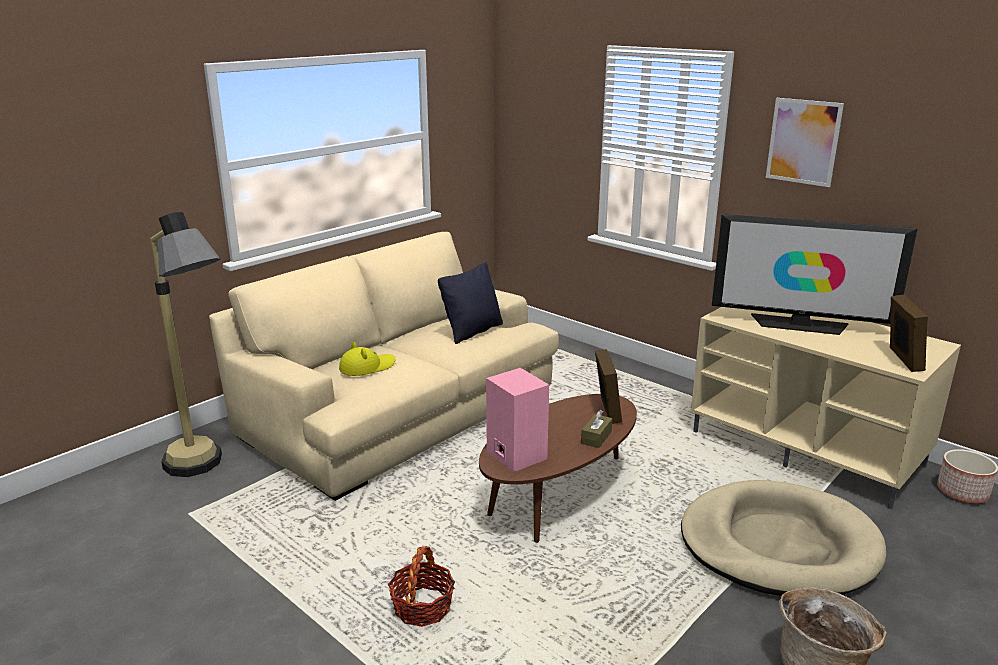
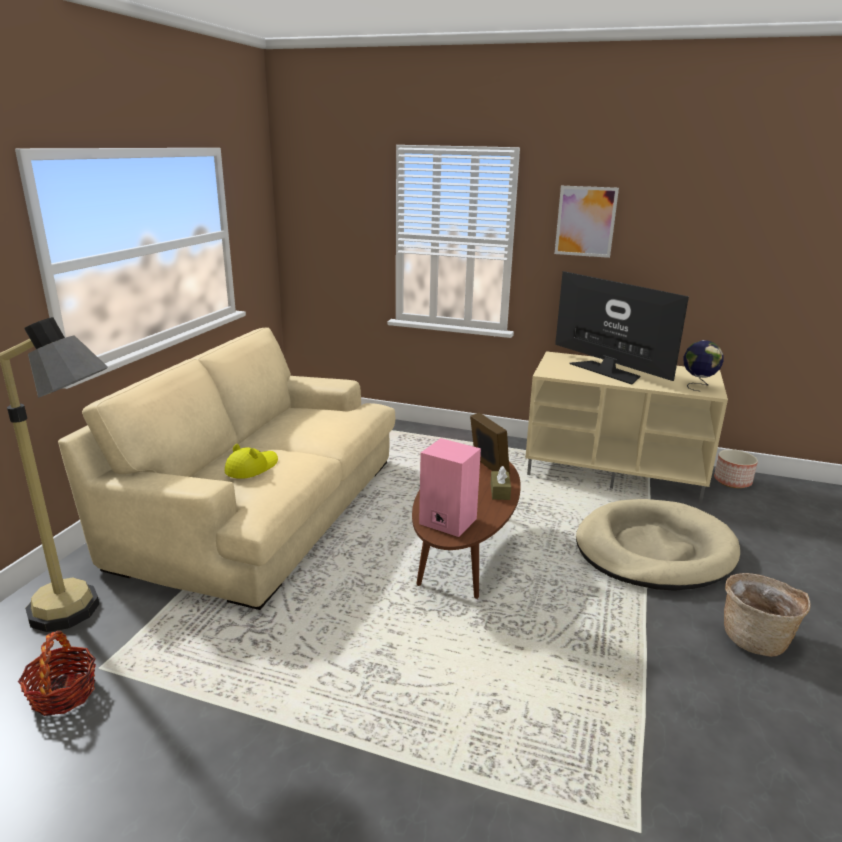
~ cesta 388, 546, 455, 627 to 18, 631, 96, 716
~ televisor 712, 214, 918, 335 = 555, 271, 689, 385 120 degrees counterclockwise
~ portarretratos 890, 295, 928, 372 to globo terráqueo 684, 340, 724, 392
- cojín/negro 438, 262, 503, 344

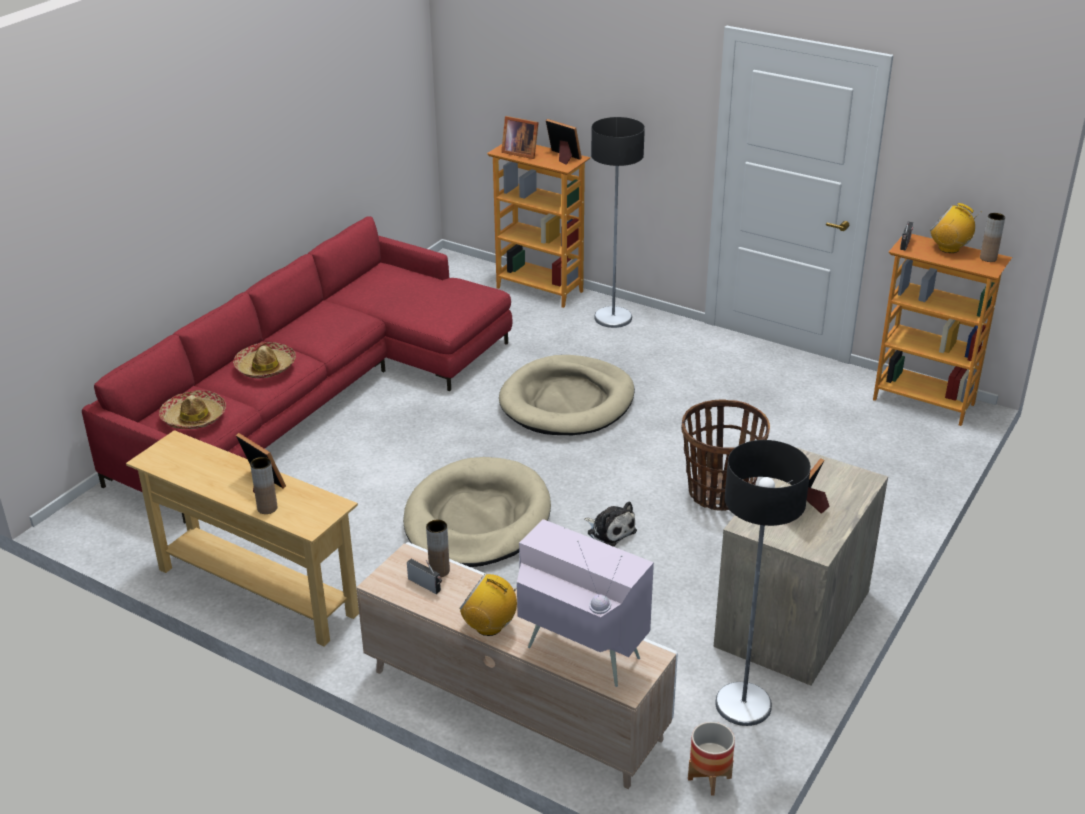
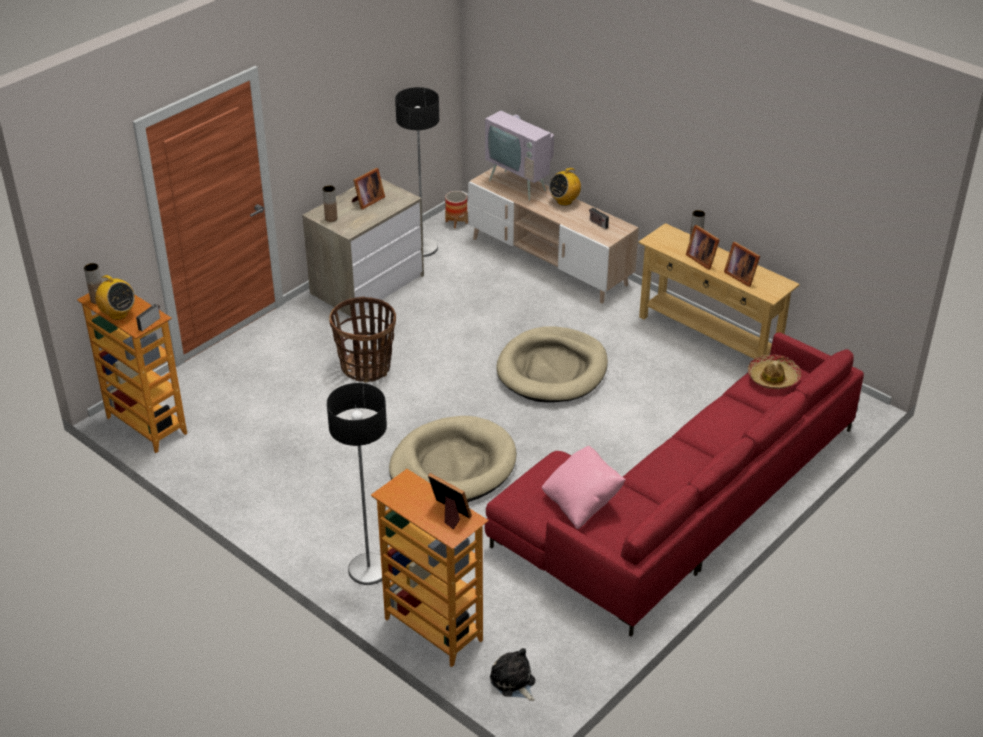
~ florero/marrón 426, 520, 450, 577 to 322, 185, 337, 222
~ peluche 584, 501, 637, 547 to 490, 648, 535, 701
+ cojín/rosa 542, 446, 626, 529
~ radio 459, 574, 517, 636 = 549, 168, 581, 206 105 degrees clockwise
~ portarretratos 546, 119, 582, 165 to 724, 242, 760, 287
- sombrero 233, 342, 296, 378

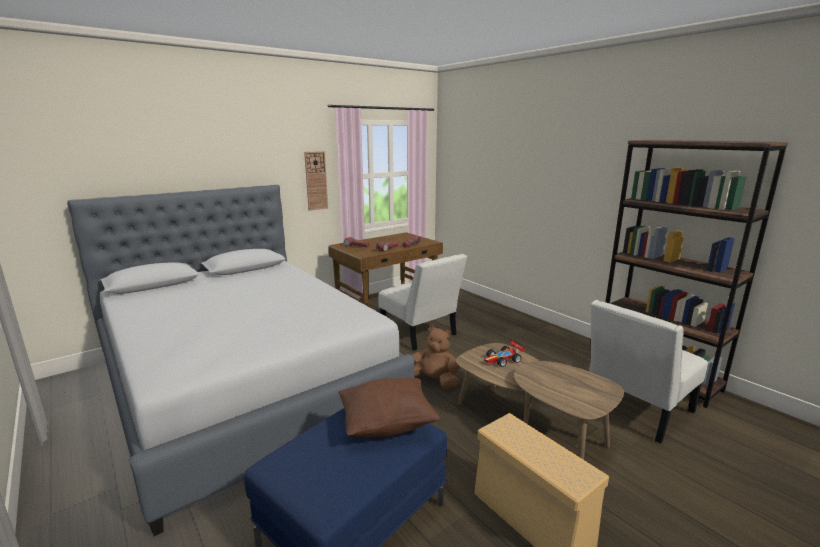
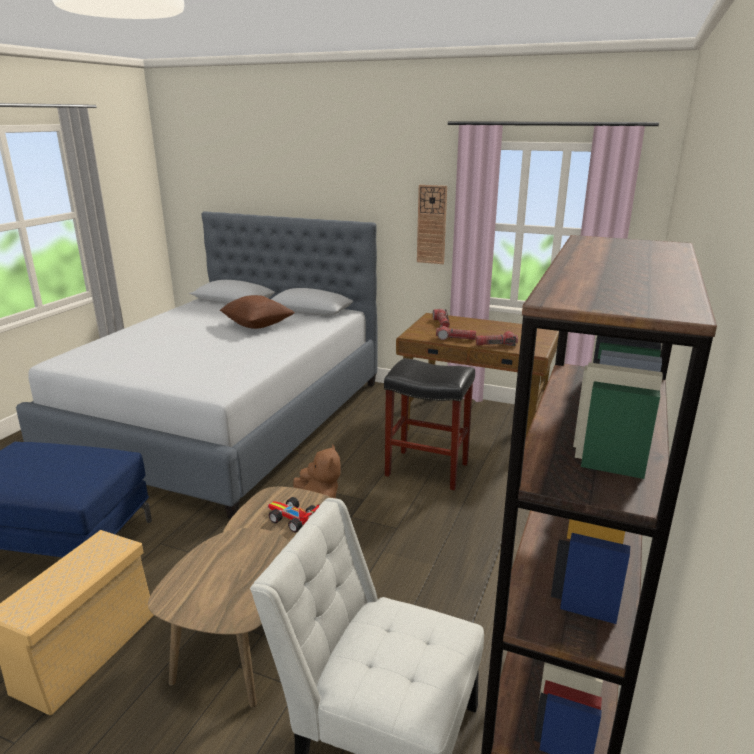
~ cojín/marrón 338, 377, 440, 437 to 220, 295, 295, 329
~ silla/blanco 379, 254, 467, 351 to taburete/negro 384, 358, 475, 490

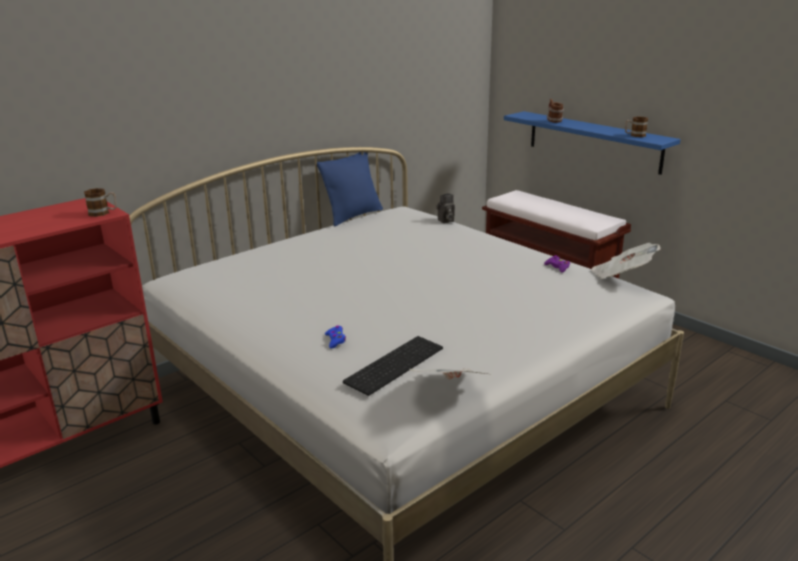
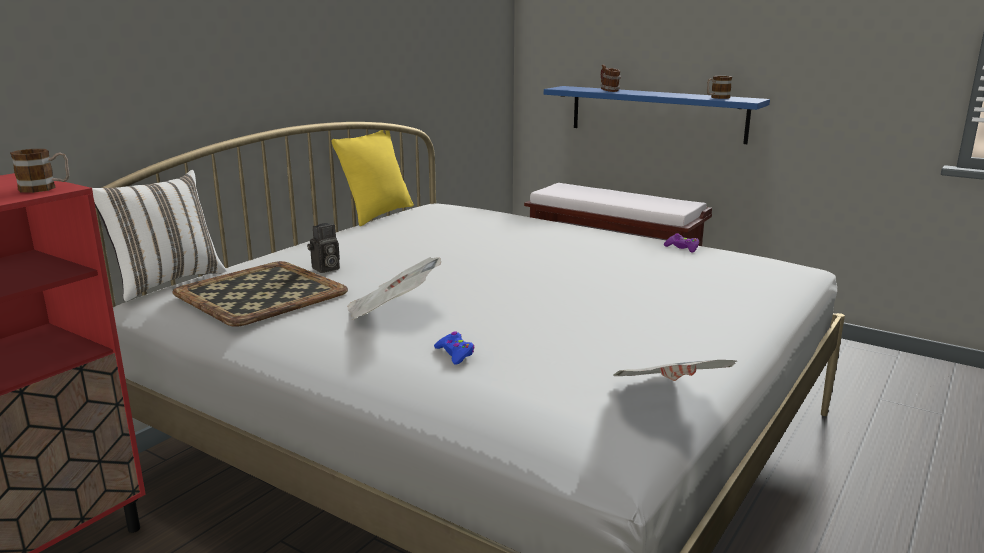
+ cojín/blanco 92, 170, 227, 302
+ bandeja 172, 261, 348, 327
~ cámara 436, 194, 455, 223 to 307, 223, 340, 273
~ cojín/azul 317, 152, 383, 226 to cojín/amarillo 331, 130, 414, 226
~ periódico 591, 243, 661, 279 to 347, 257, 441, 320
- teclado 343, 336, 443, 396

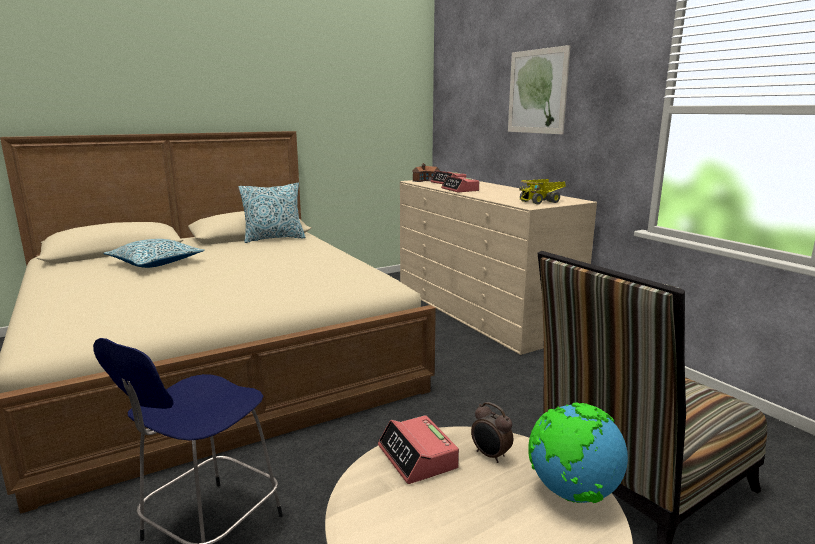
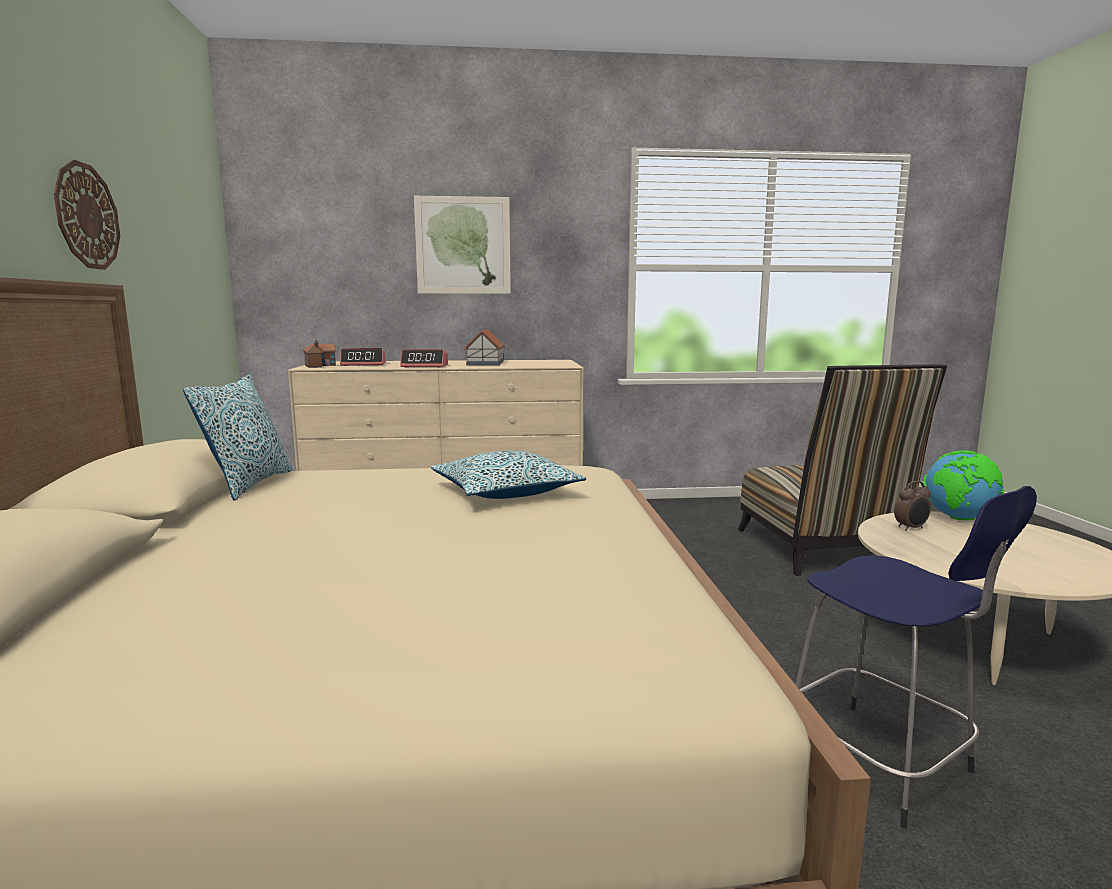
+ reloj de pared 54, 160, 120, 270
~ cojín 104, 239, 204, 268 to 431, 451, 586, 499
+ casita 464, 329, 505, 365
- despertador 378, 415, 459, 484
- camión de juguete 519, 179, 566, 205

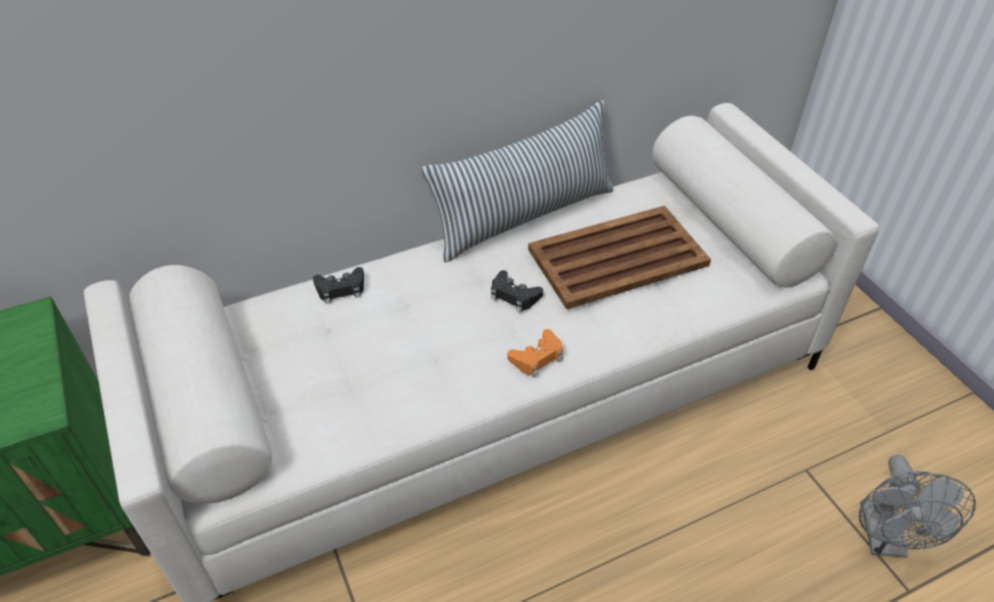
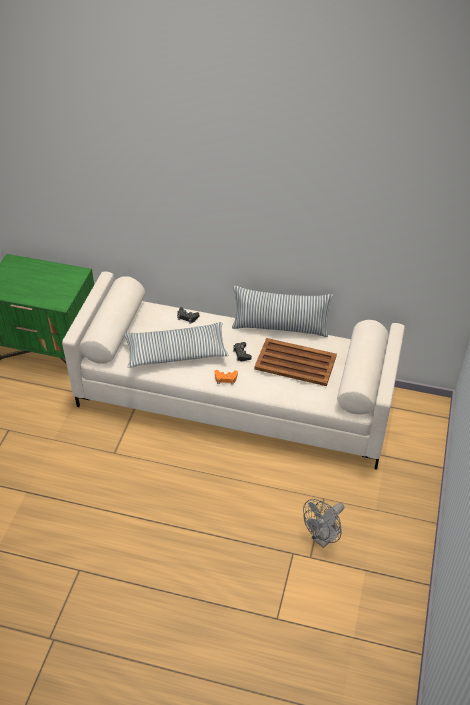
+ cojín 124, 322, 229, 368

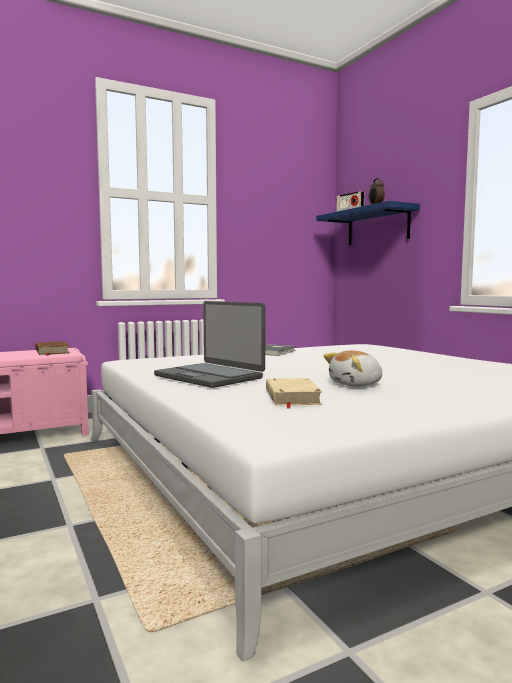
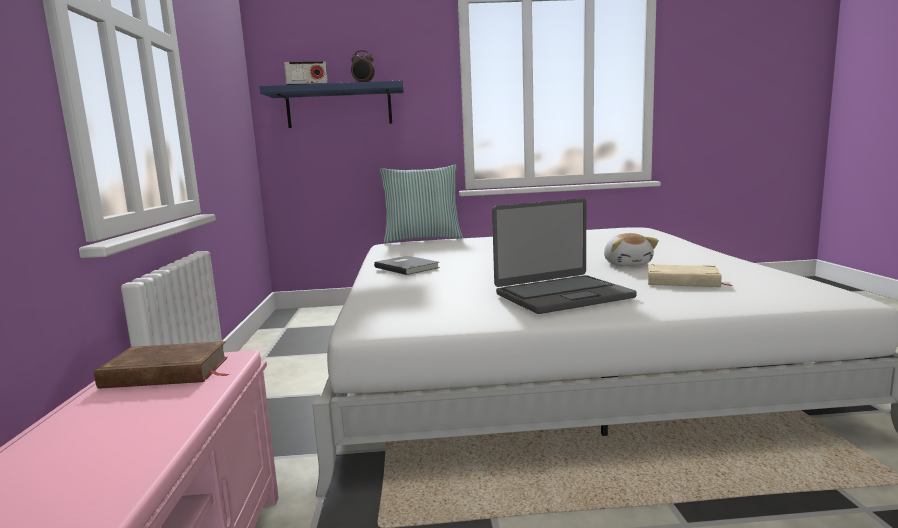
+ cojín 380, 165, 463, 243

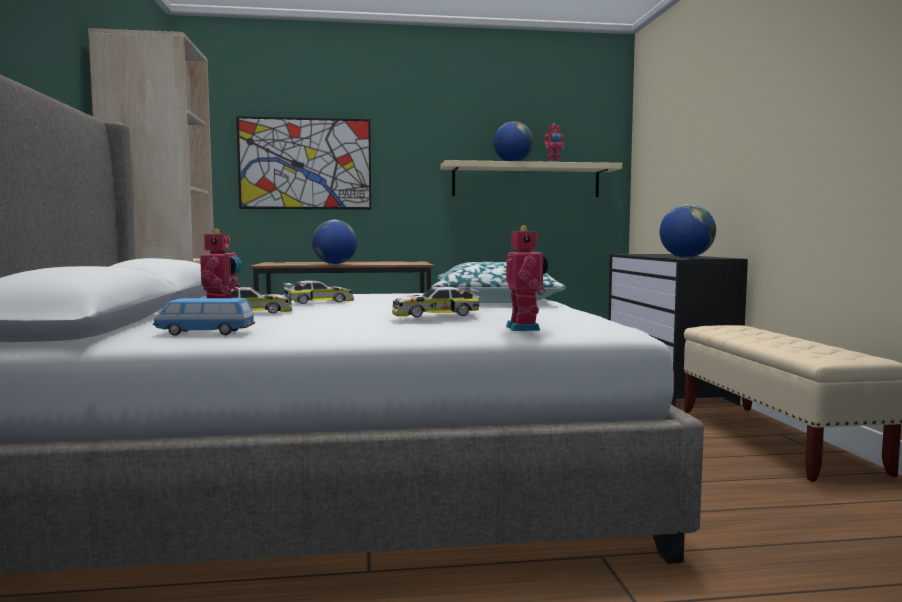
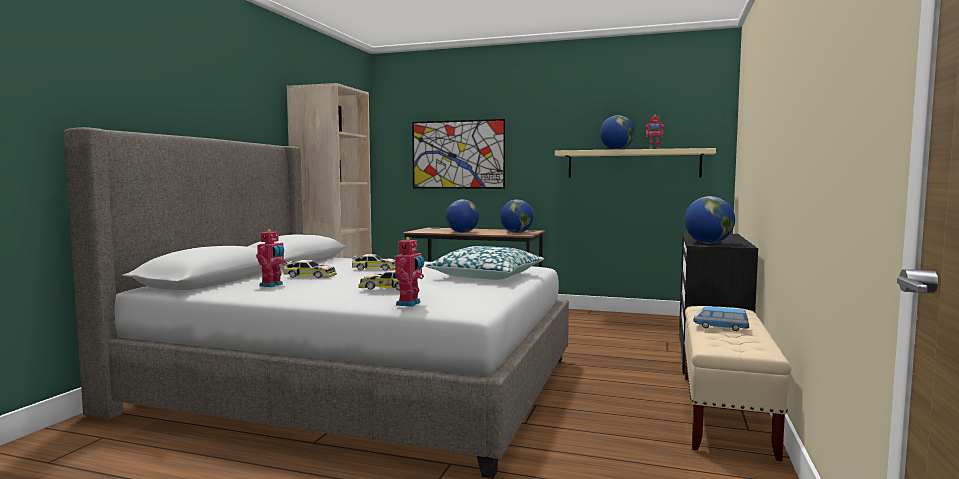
+ globo terráqueo 500, 199, 534, 233
~ coche de juguete 153, 298, 255, 336 to 693, 306, 749, 331

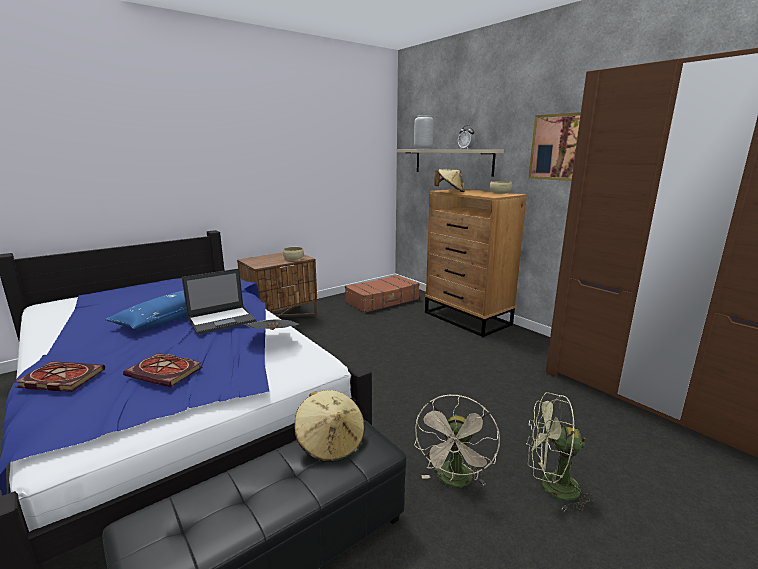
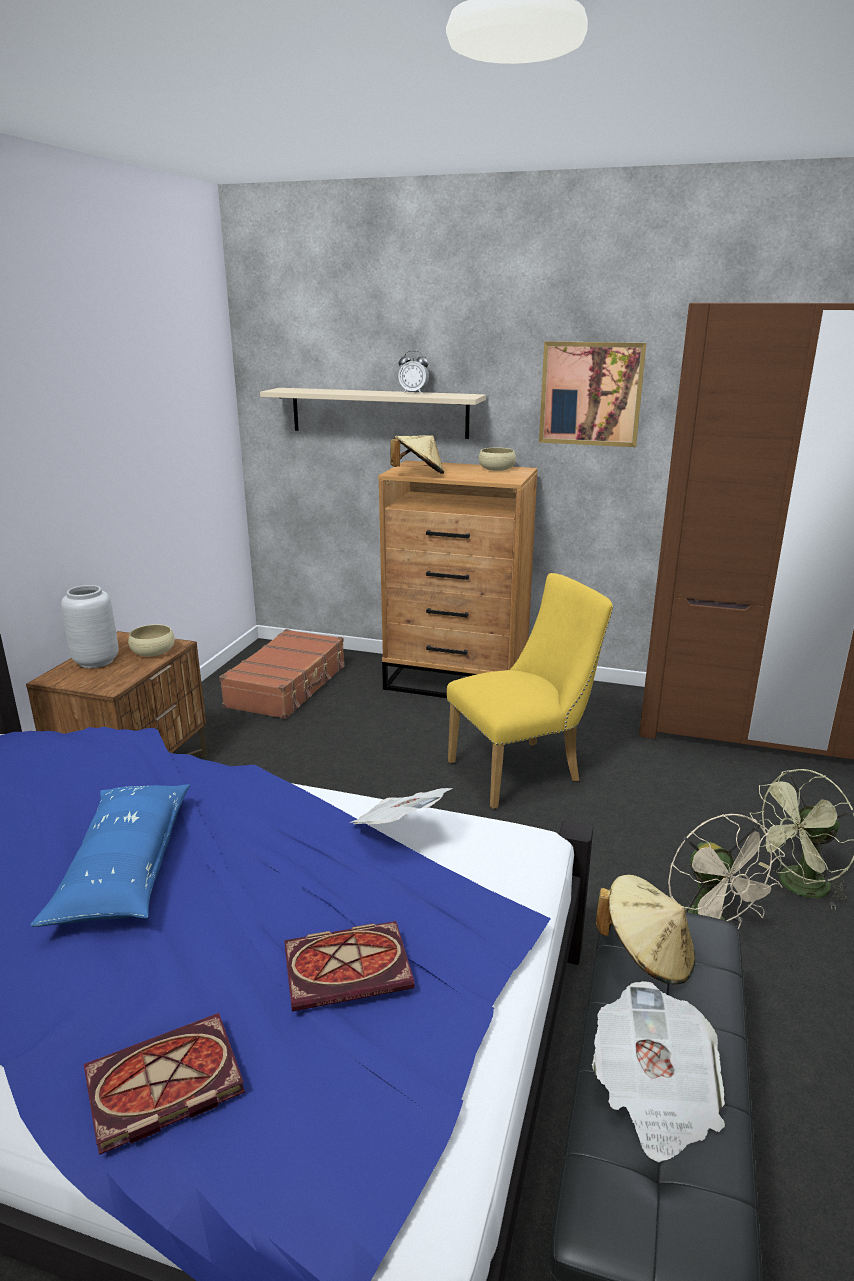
~ florero/gris 414, 115, 434, 149 to 61, 585, 118, 668
+ silla/amarillo 447, 573, 613, 809
+ periódico 592, 981, 725, 1162
- portátil 182, 268, 256, 335

